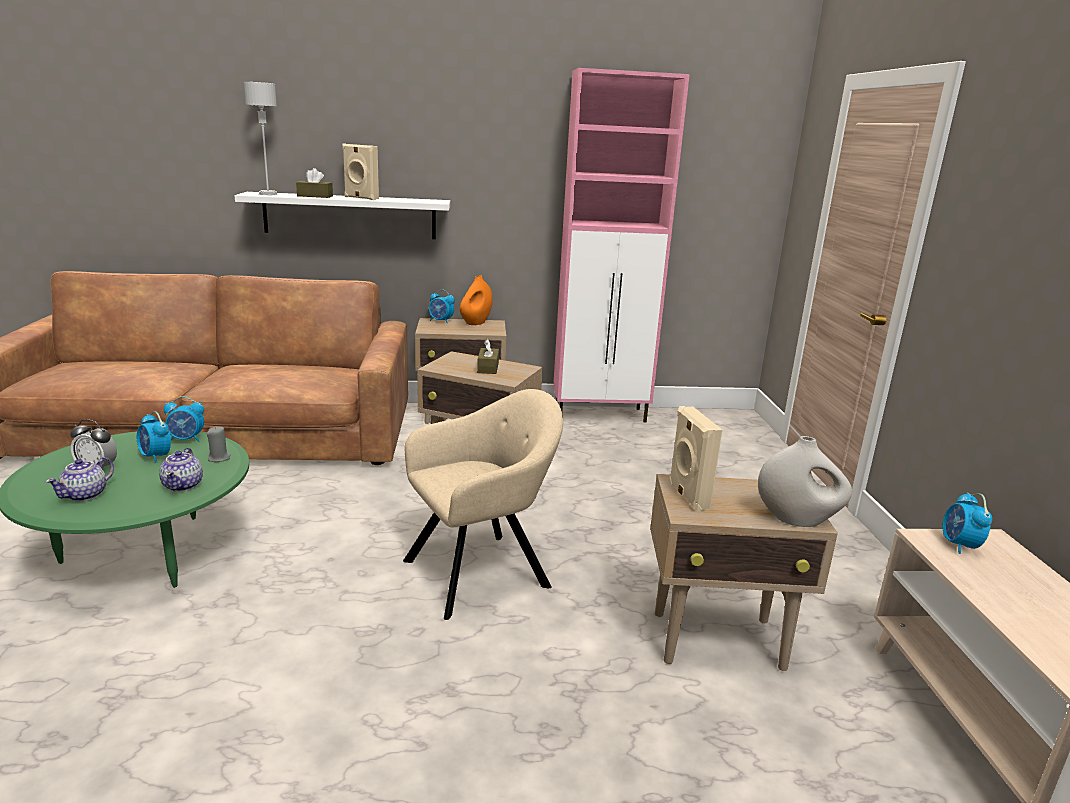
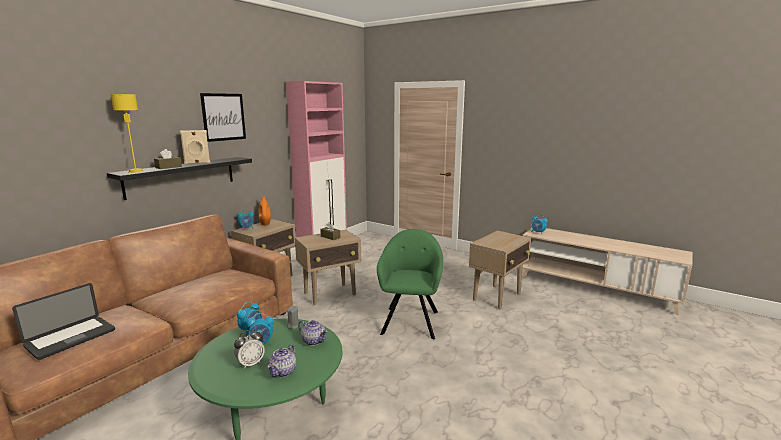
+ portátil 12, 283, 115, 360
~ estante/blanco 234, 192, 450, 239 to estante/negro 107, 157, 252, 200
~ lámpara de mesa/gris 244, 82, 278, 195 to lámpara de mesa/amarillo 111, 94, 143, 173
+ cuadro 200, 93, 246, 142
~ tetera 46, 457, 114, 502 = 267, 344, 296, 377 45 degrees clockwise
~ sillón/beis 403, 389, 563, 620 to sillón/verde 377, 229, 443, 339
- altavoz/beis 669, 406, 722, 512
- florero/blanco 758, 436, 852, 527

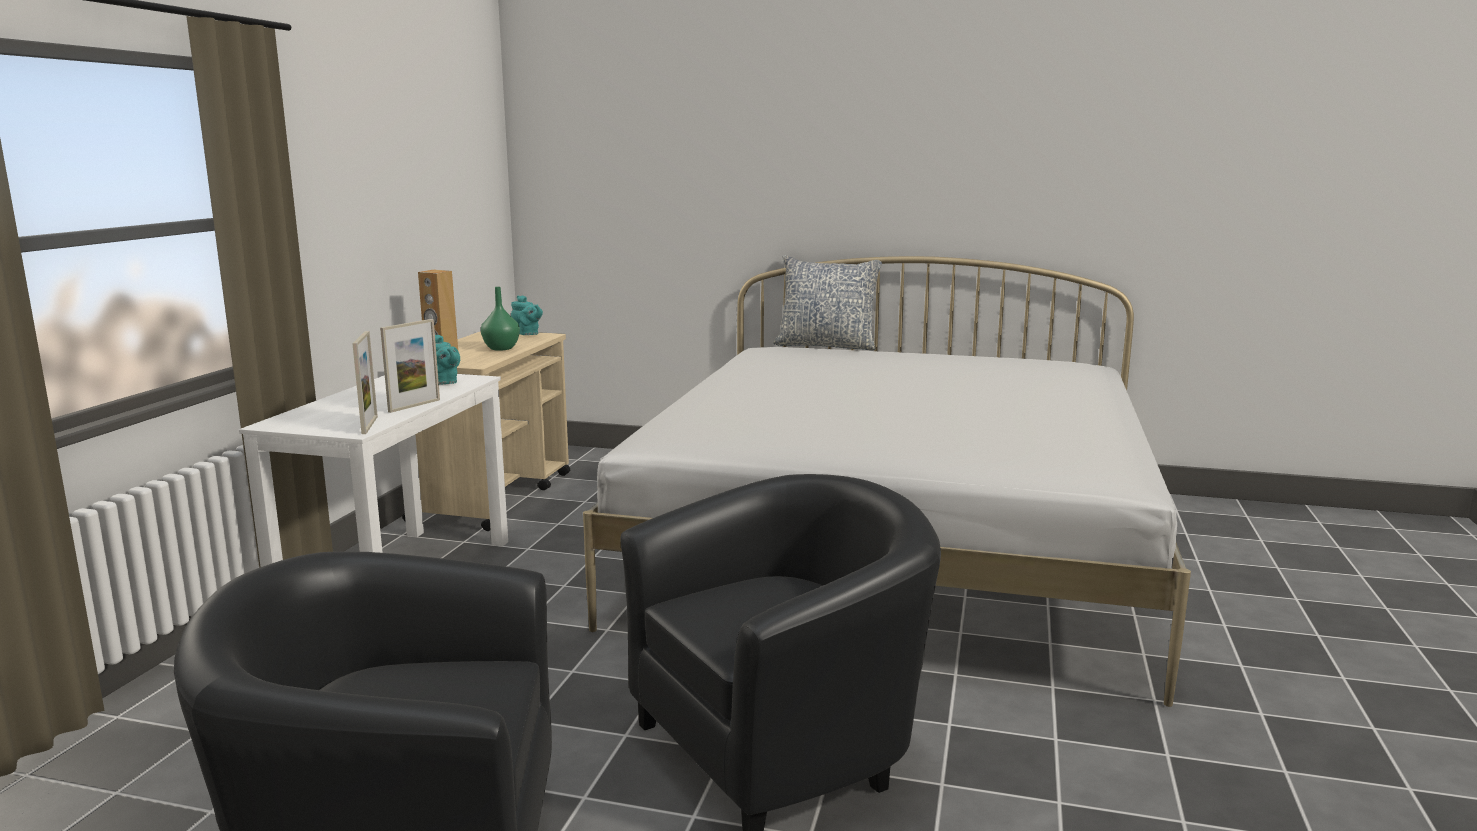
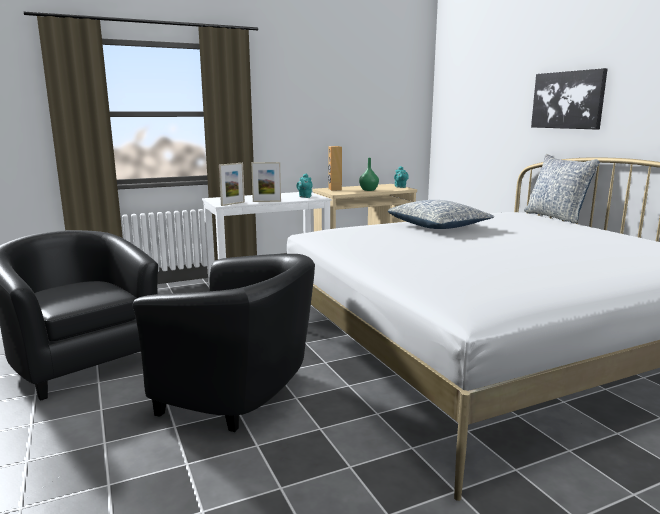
+ cojín 388, 200, 494, 229
+ cuadro 531, 68, 607, 130

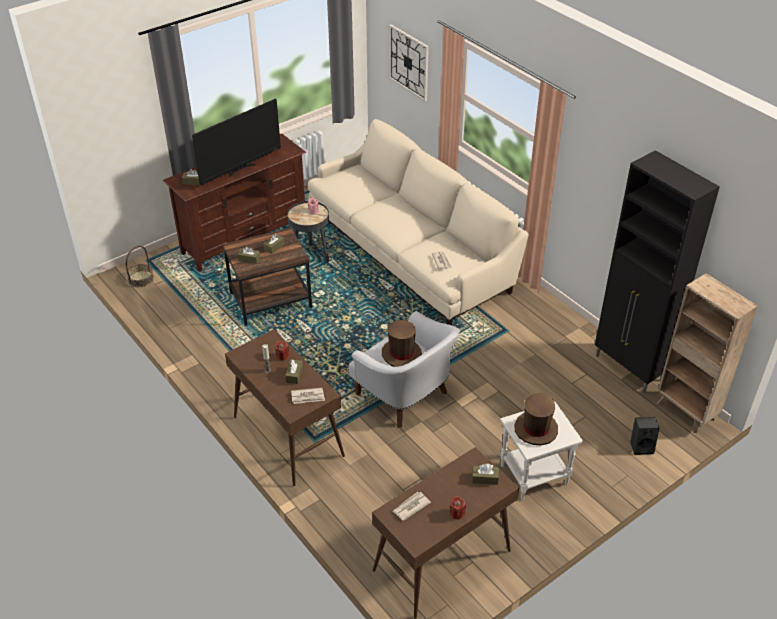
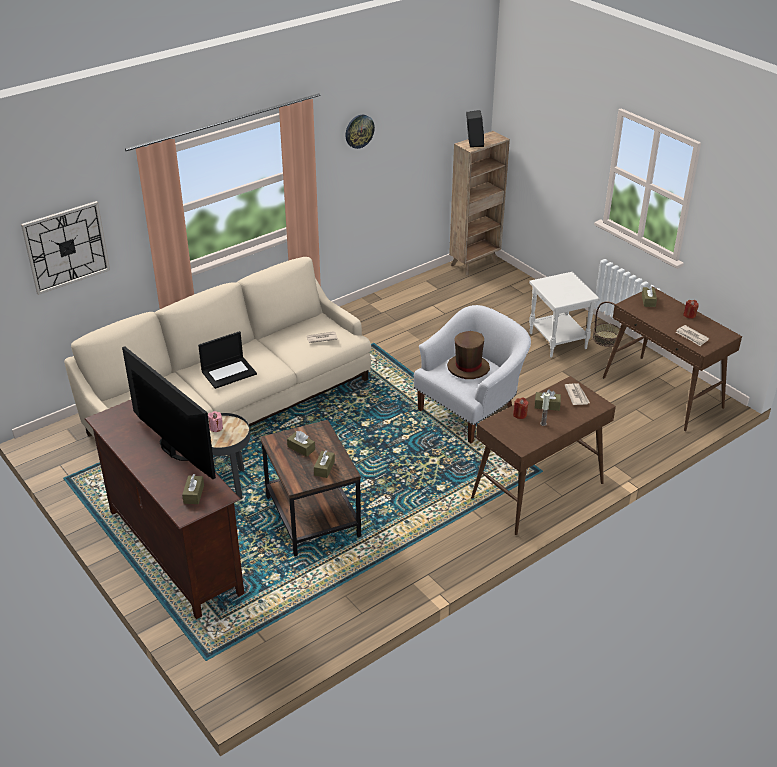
+ portátil 198, 331, 257, 389
+ reloj de pared 345, 115, 375, 149
~ altavoz/negro 630, 417, 660, 455 to 466, 110, 484, 147
~ cesta 126, 246, 154, 287 to 593, 301, 620, 347
- sombrero/marrón 514, 393, 558, 445
- armario/negro 595, 150, 720, 393

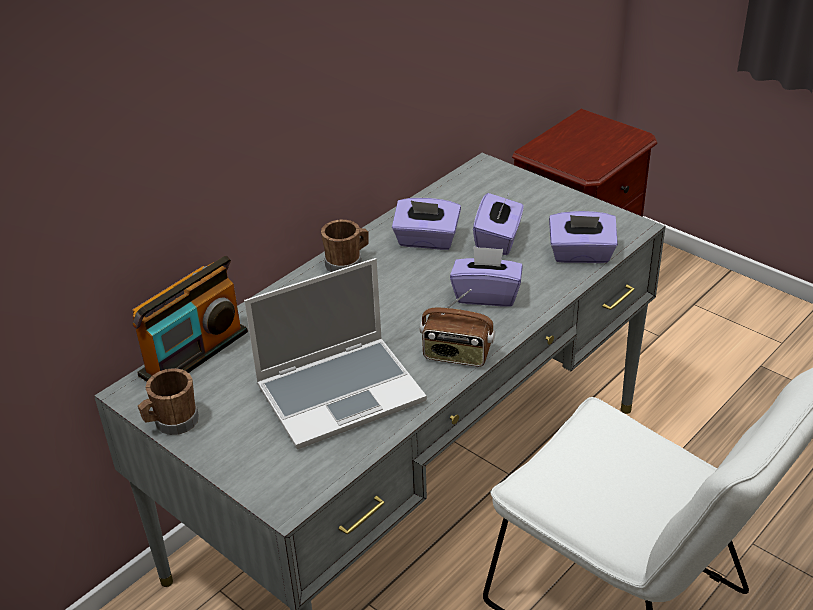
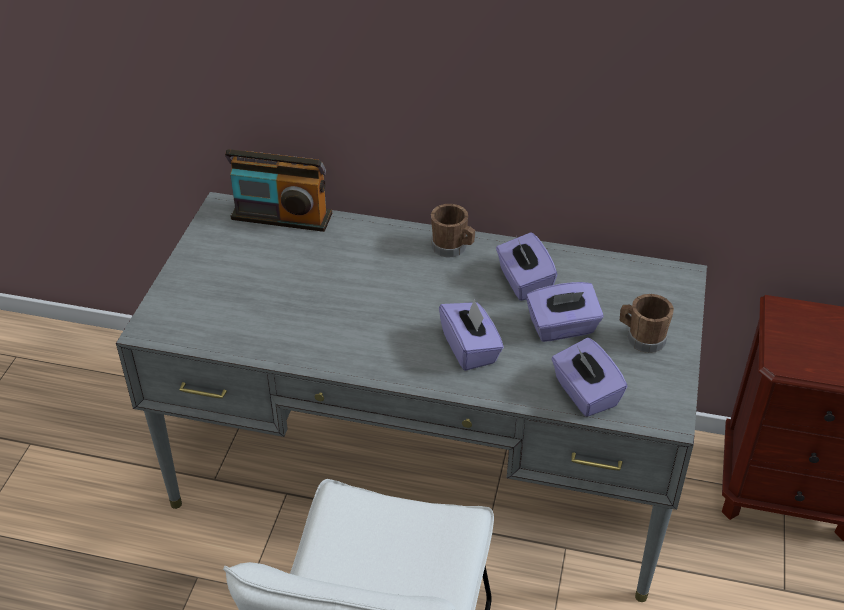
~ taza grande/marrón 138, 368, 199, 435 to 620, 294, 674, 353
- portátil 244, 258, 427, 449
- radio 420, 289, 495, 367

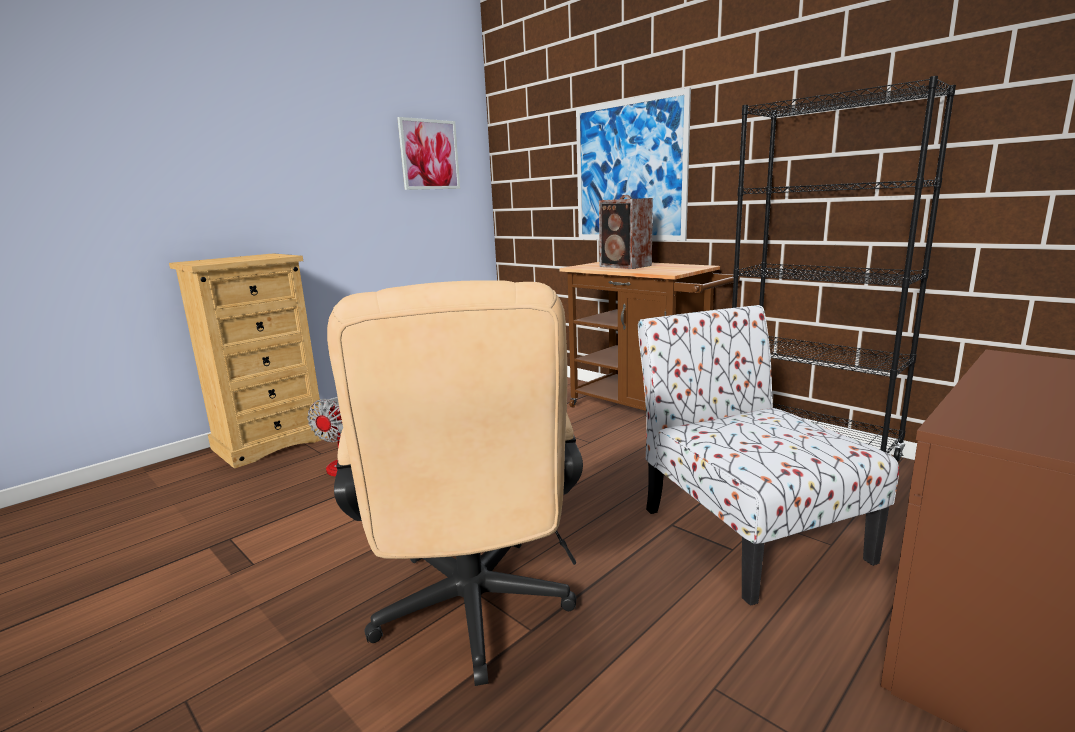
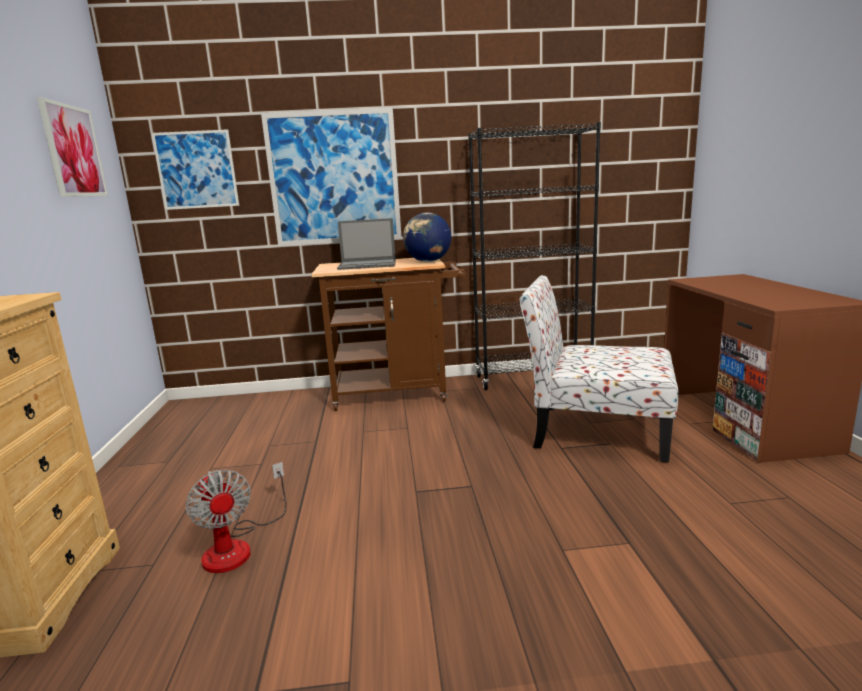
+ cuadro 151, 129, 239, 210
~ altavoz 599, 195, 653, 269 to portátil 337, 218, 396, 270
+ globo terráqueo 403, 213, 451, 262
- silla de oficina/beis 327, 280, 583, 686

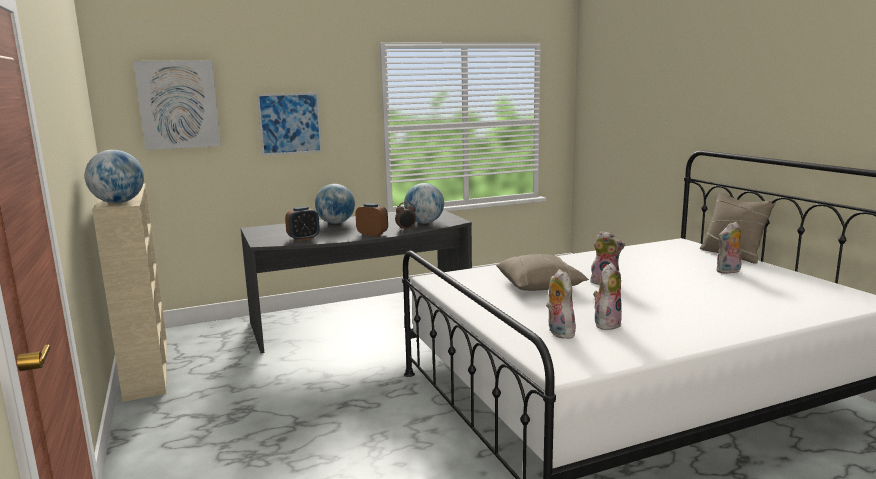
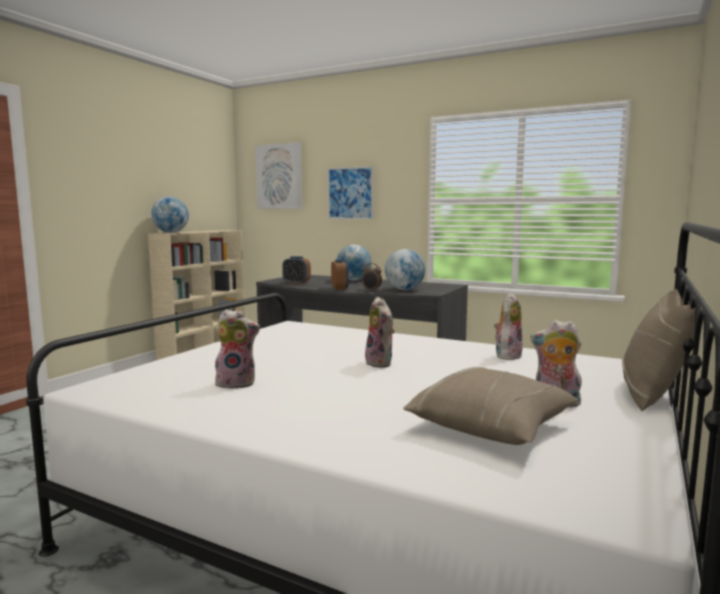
~ cojín/beis 496, 254, 589, 291 to 403, 367, 578, 445
~ peluche 546, 269, 576, 339 to 494, 293, 522, 360

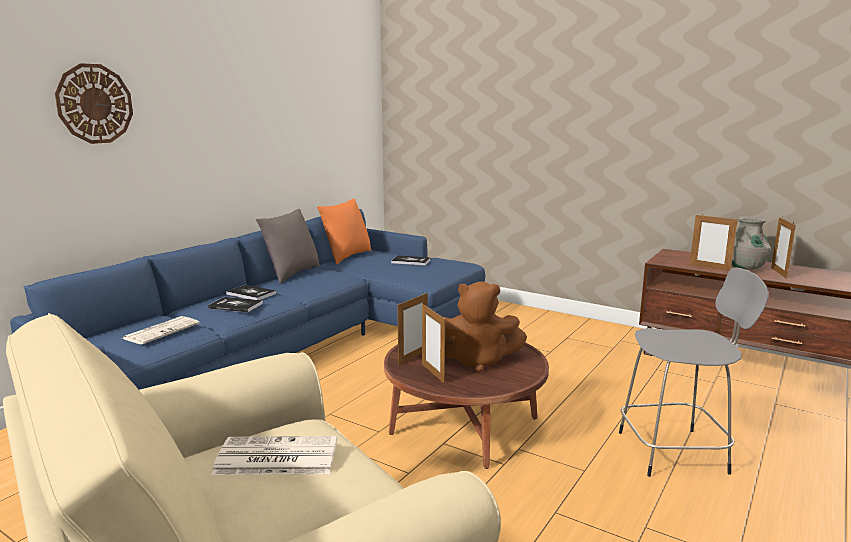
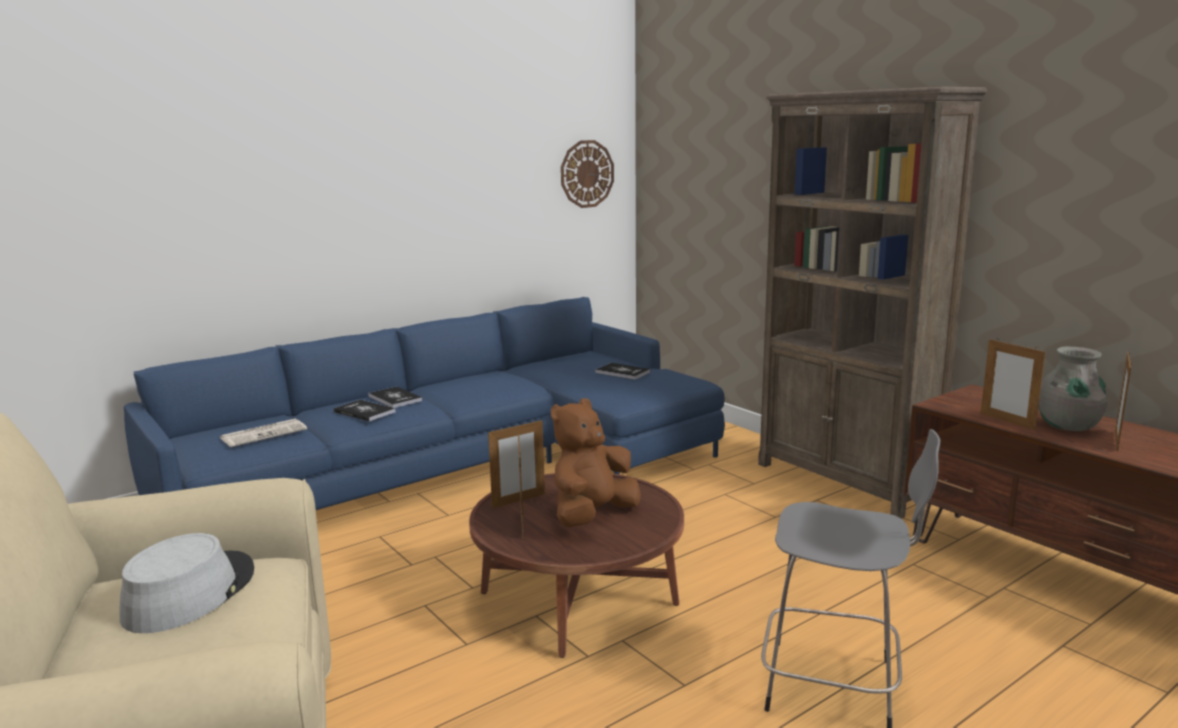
~ periódico 212, 436, 337, 475 to sombrero/gris 119, 533, 254, 633
~ peluche/marrón 443, 282, 527, 372 = 551, 398, 641, 527 105 degrees clockwise
~ reloj de pared 55, 63, 133, 144 to 561, 140, 614, 208
+ estantería/marrón 758, 86, 987, 519
- cojín/gris 256, 209, 320, 284
- cojín/naranja 317, 199, 372, 264

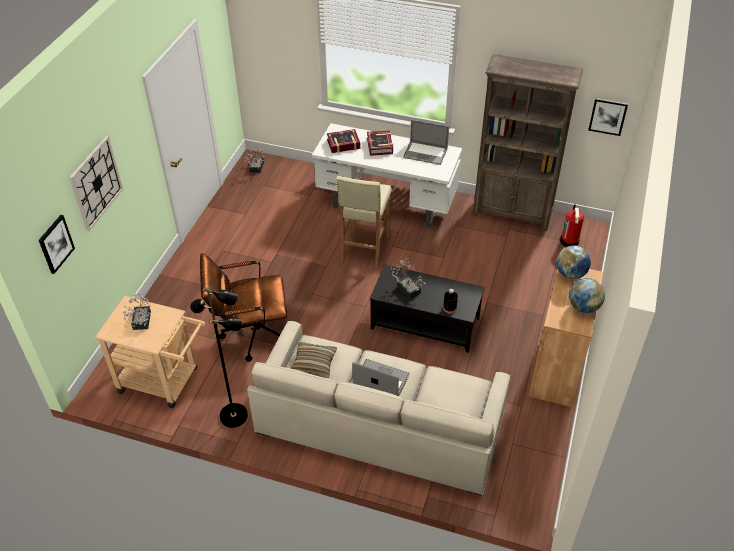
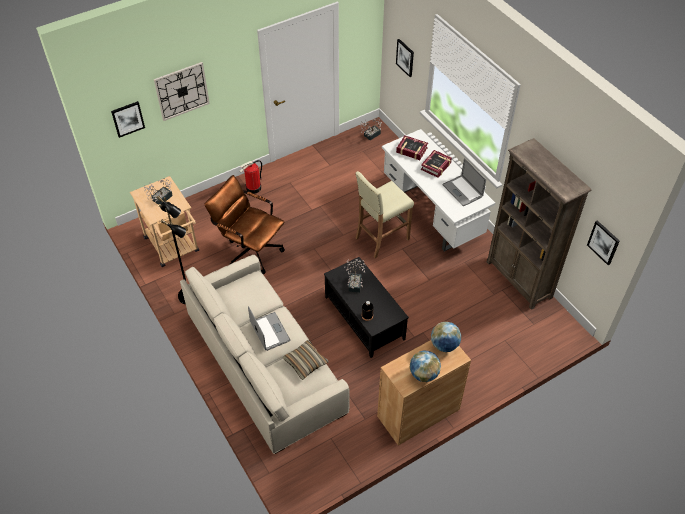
~ extintor 560, 204, 584, 247 to 239, 160, 262, 194
~ cojín 291, 342, 337, 378 to 283, 340, 329, 380
+ cuadro 396, 39, 414, 77

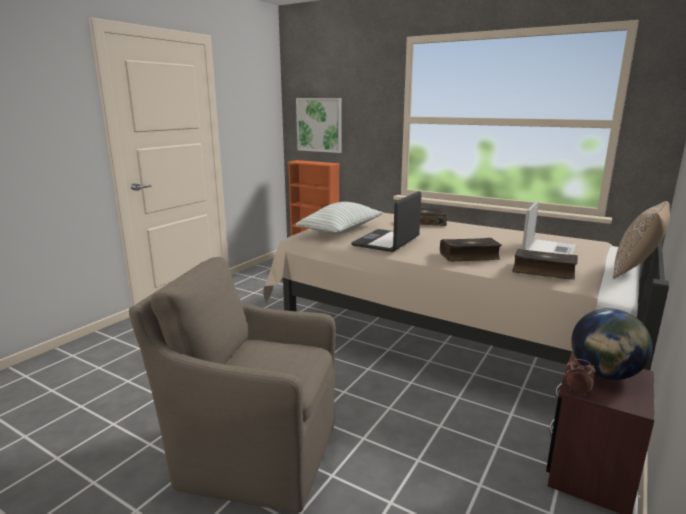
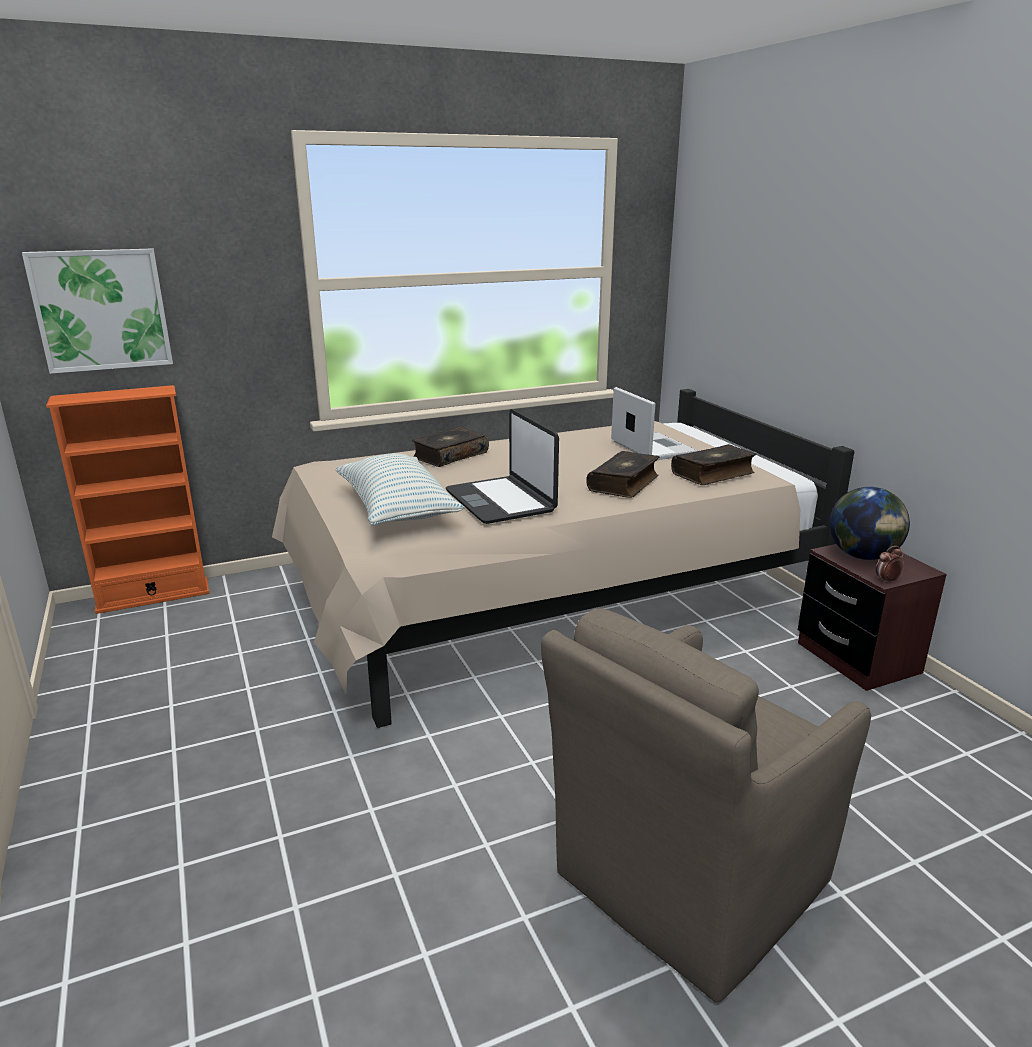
- cojín 613, 201, 670, 279

